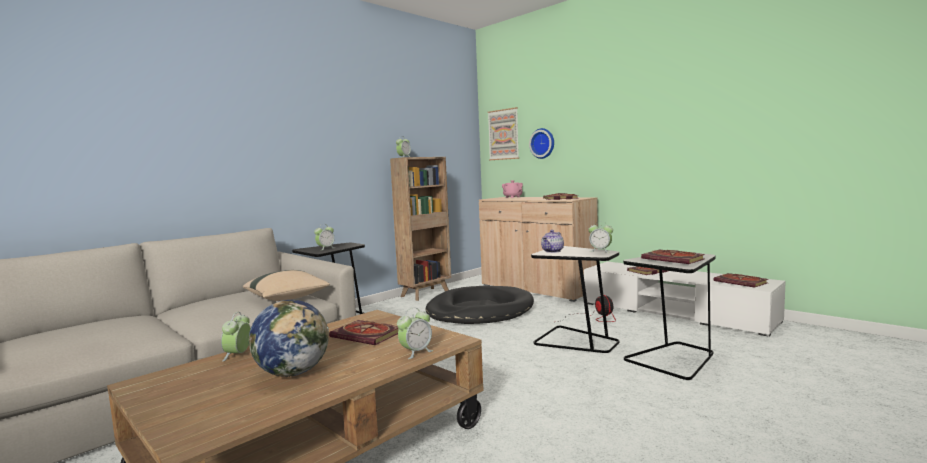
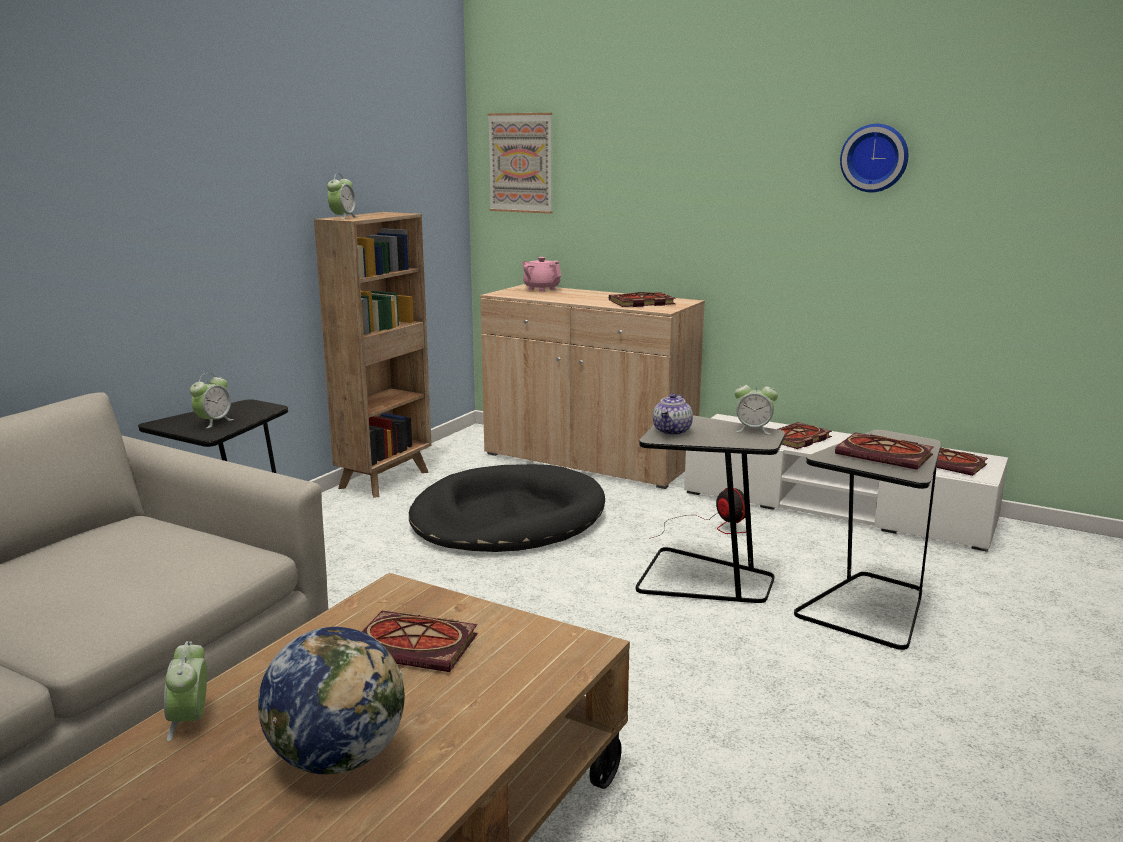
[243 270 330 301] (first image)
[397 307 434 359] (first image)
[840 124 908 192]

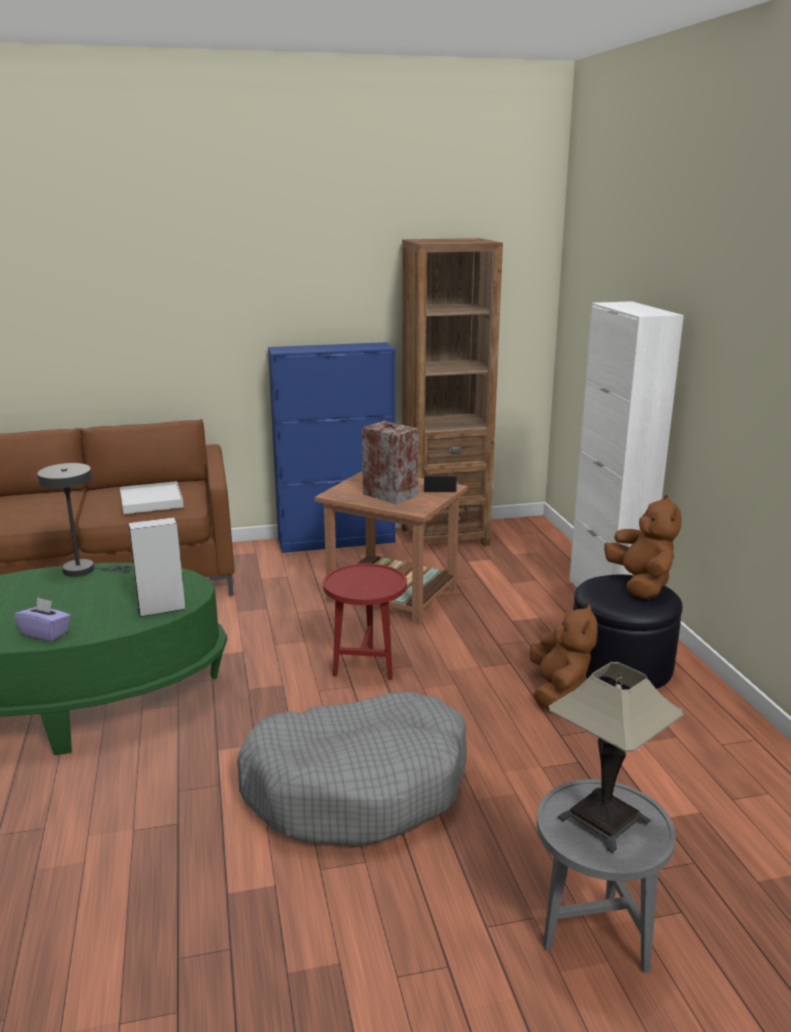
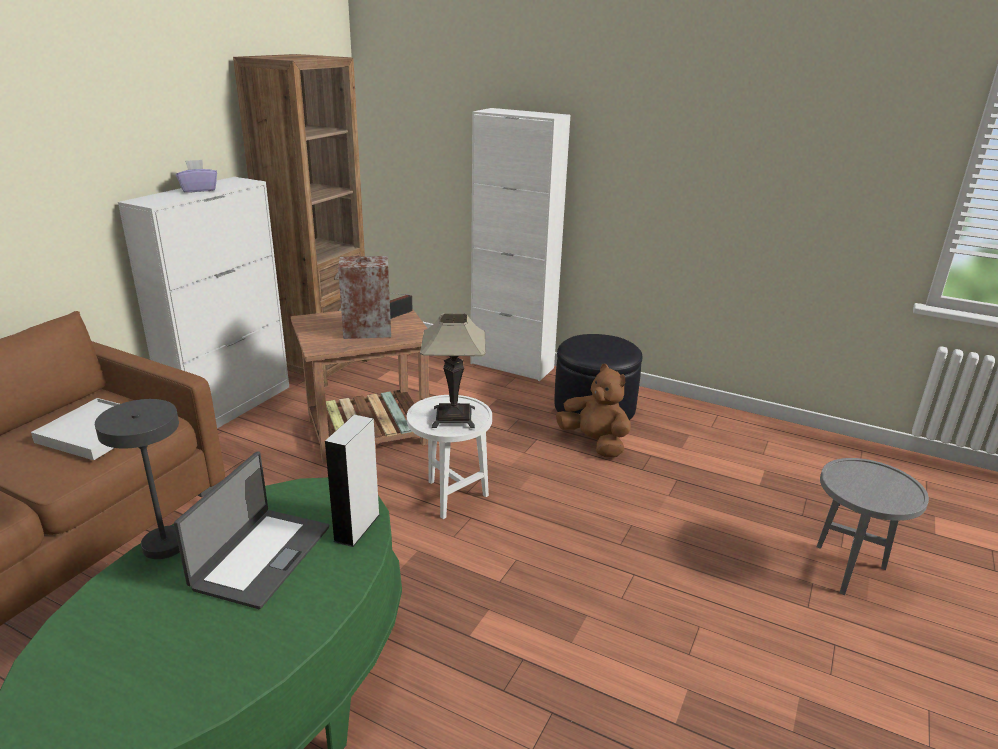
[176 160 217 193]
[237 692 467 847] (first image)
[118 177 289 428]
[407 395 492 519]
[420 313 486 428]
[604 495 681 600] (first image)
[174 451 329 609]

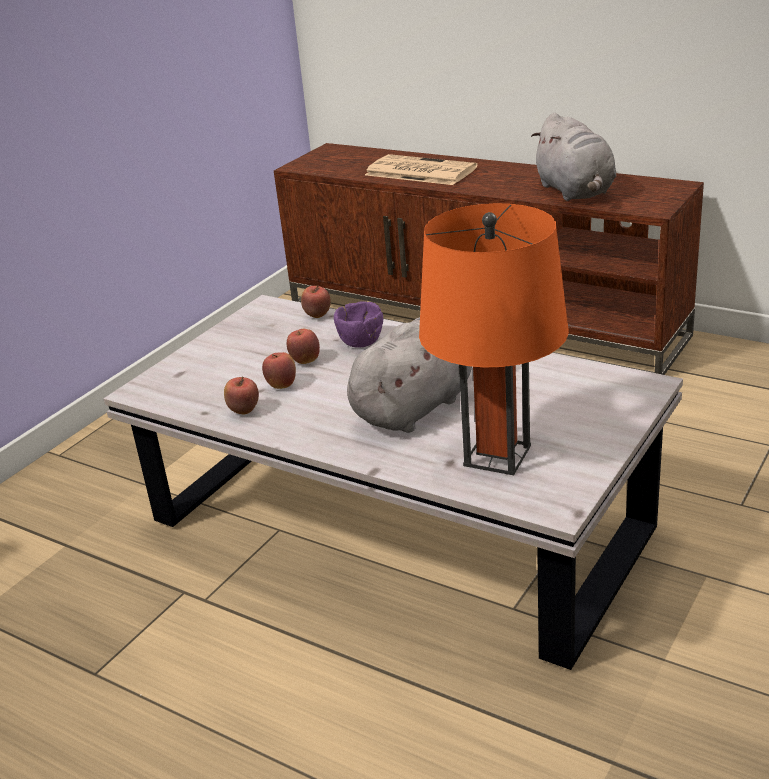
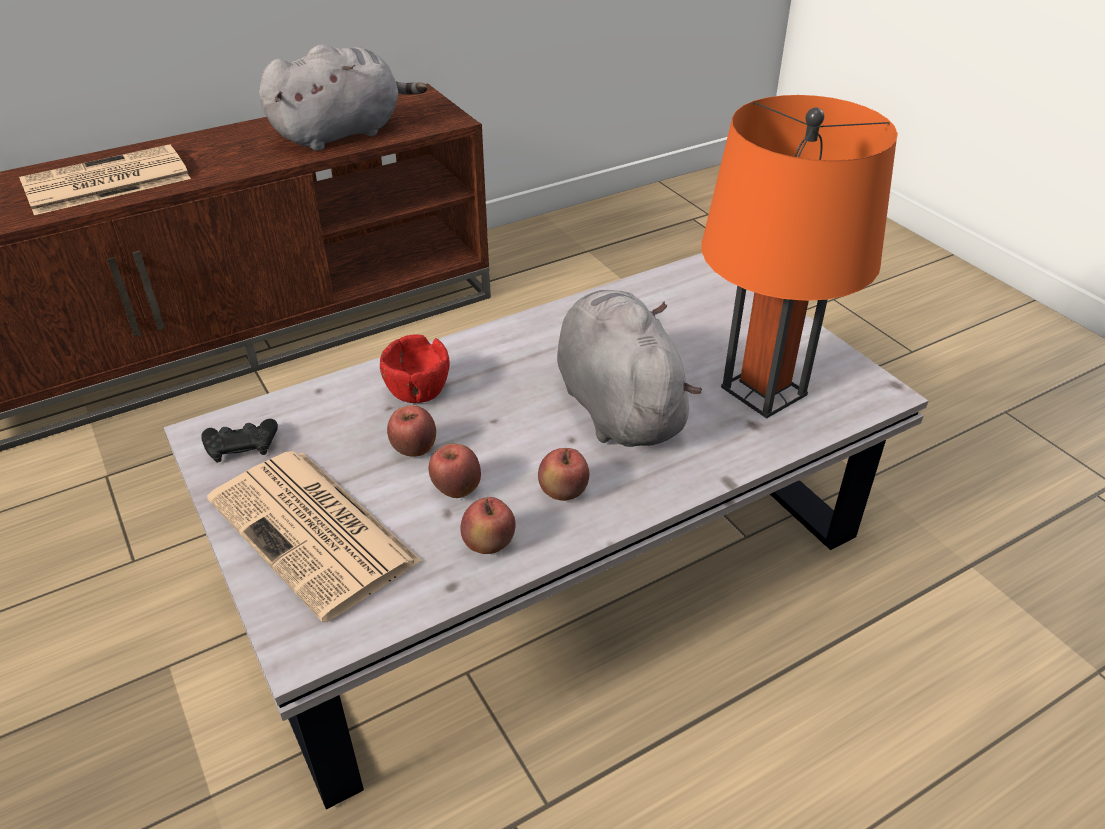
[538 448 589 501]
[380 334 450 403]
[259 45 427 151]
[201 419 278 463]
[207 451 422 622]

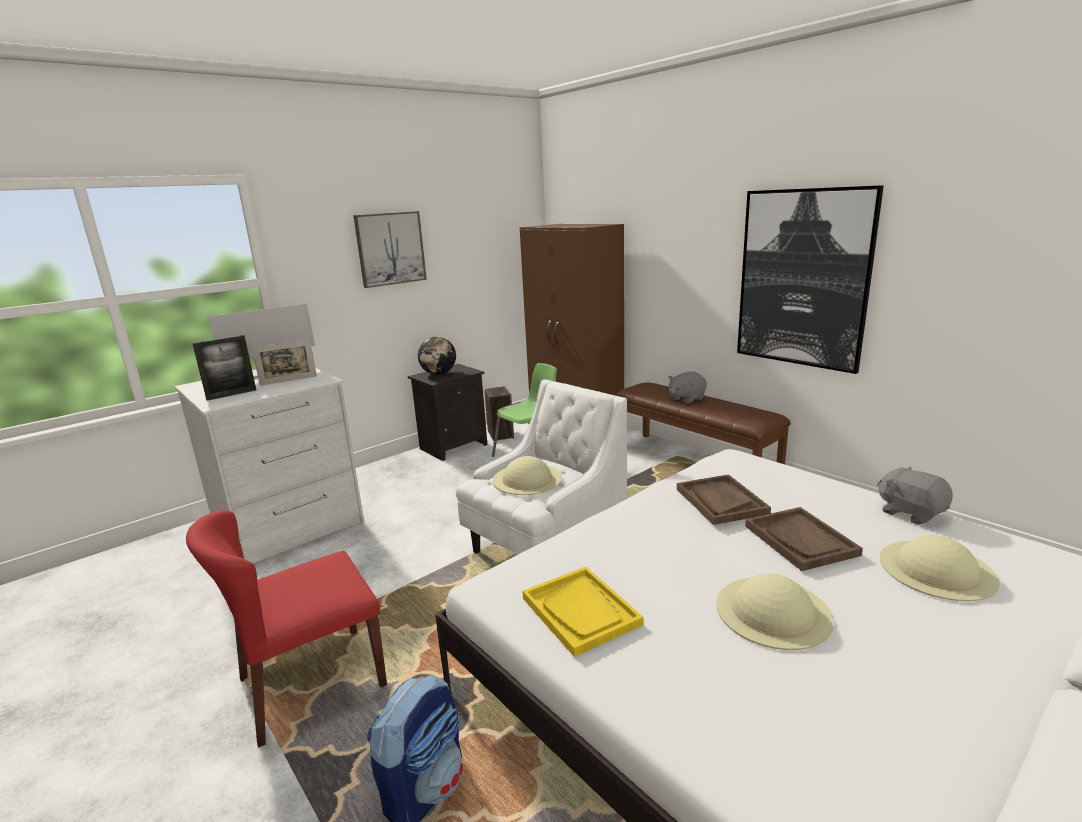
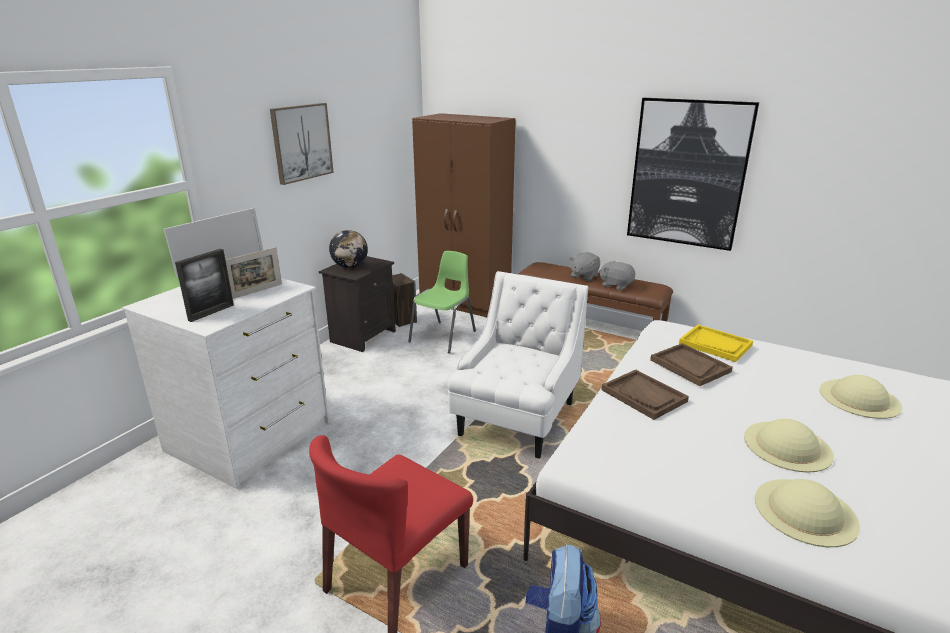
[755 479 860 547]
[679 325 753 362]
[602 369 689 420]
[599 261 635 290]

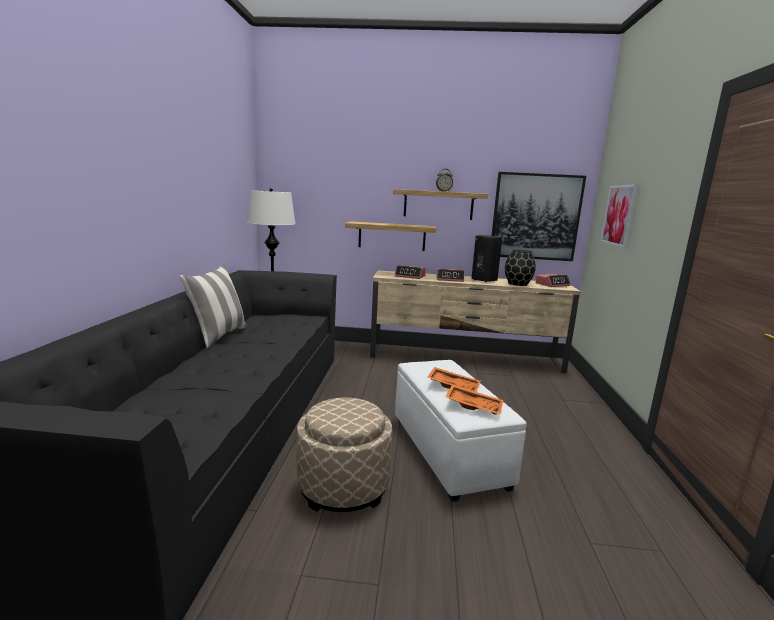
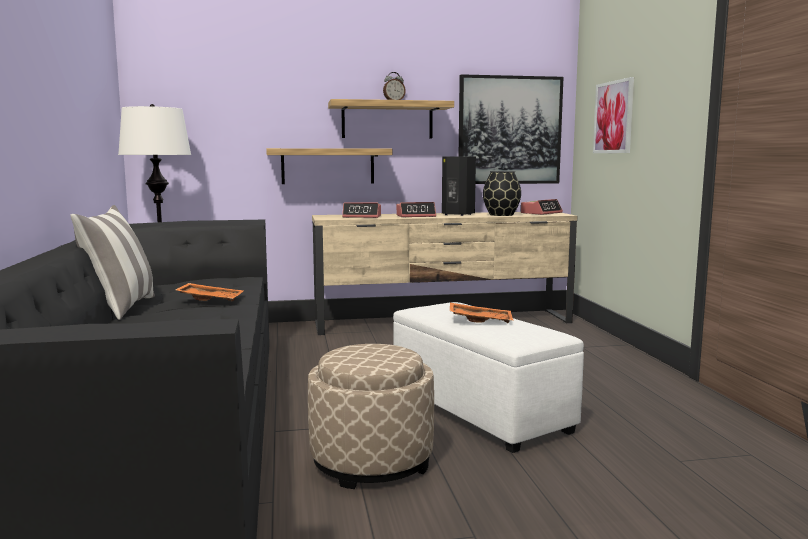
[176 283 244 301]

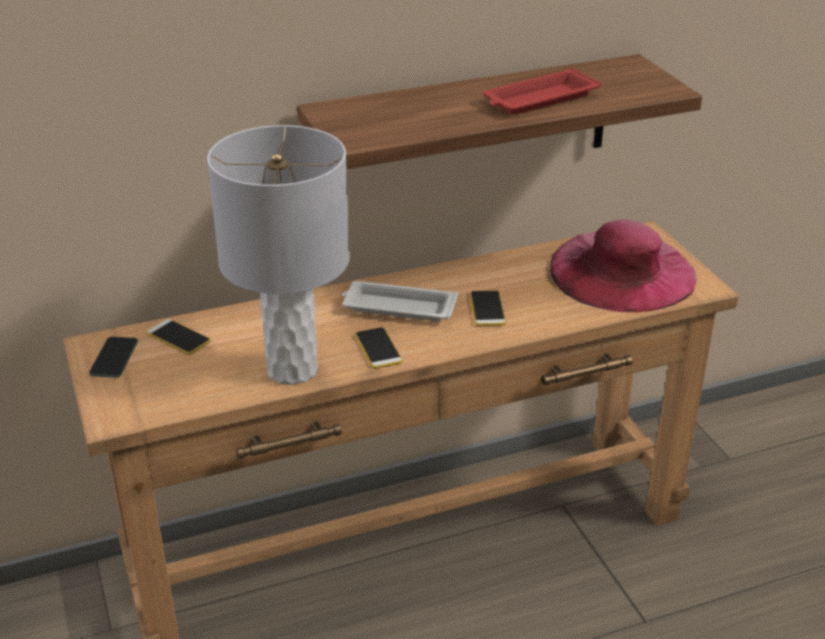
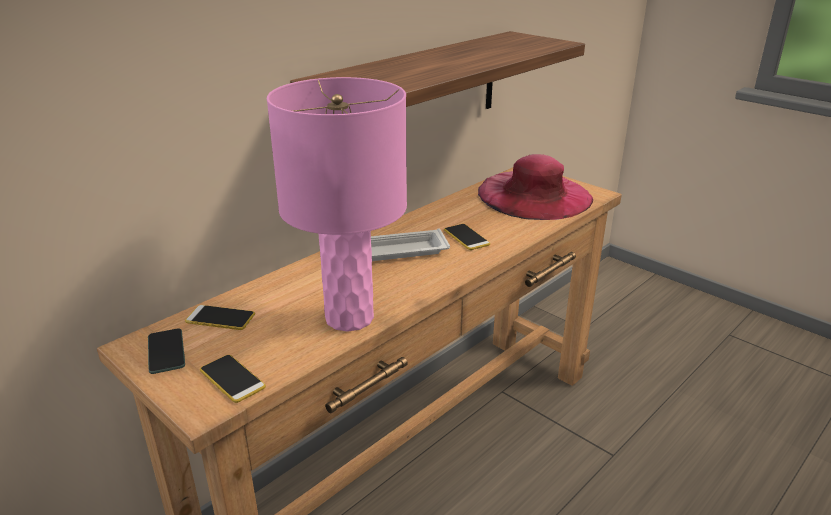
[267 77 407 332]
[200 355 266 403]
[483 68 602 114] (first image)

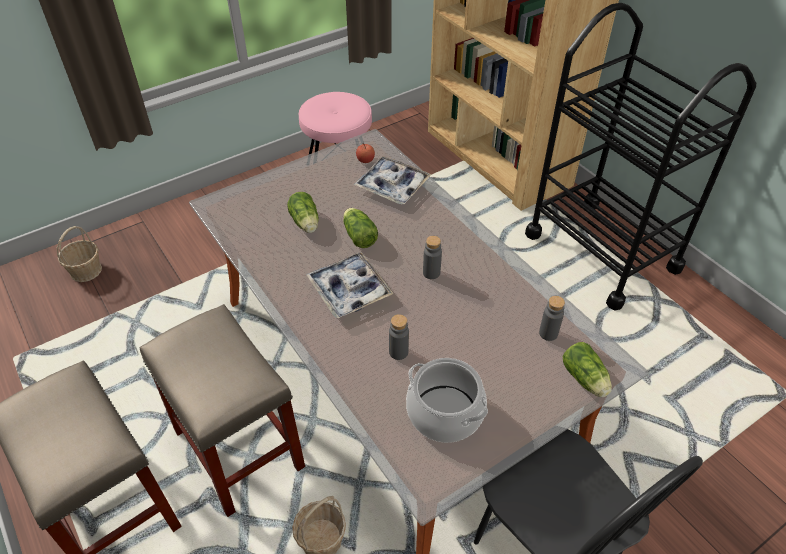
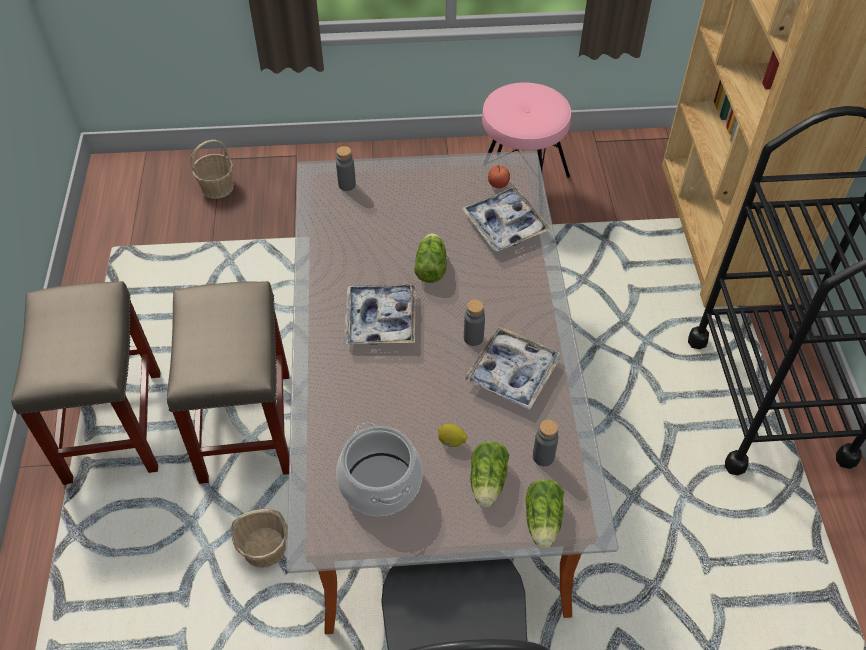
[471 441 509 507]
[336 146 356 191]
[438 423 467 447]
[463 326 561 410]

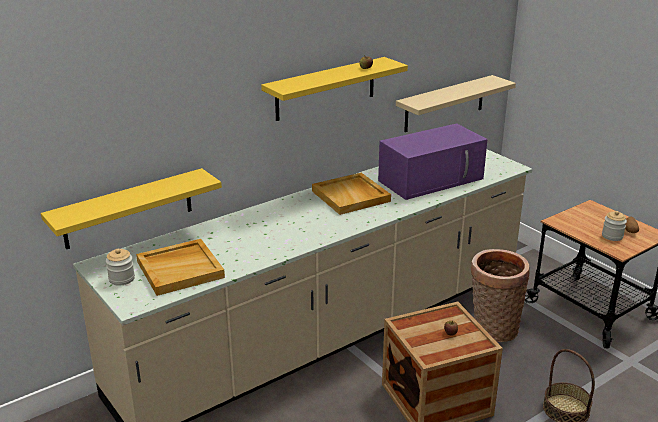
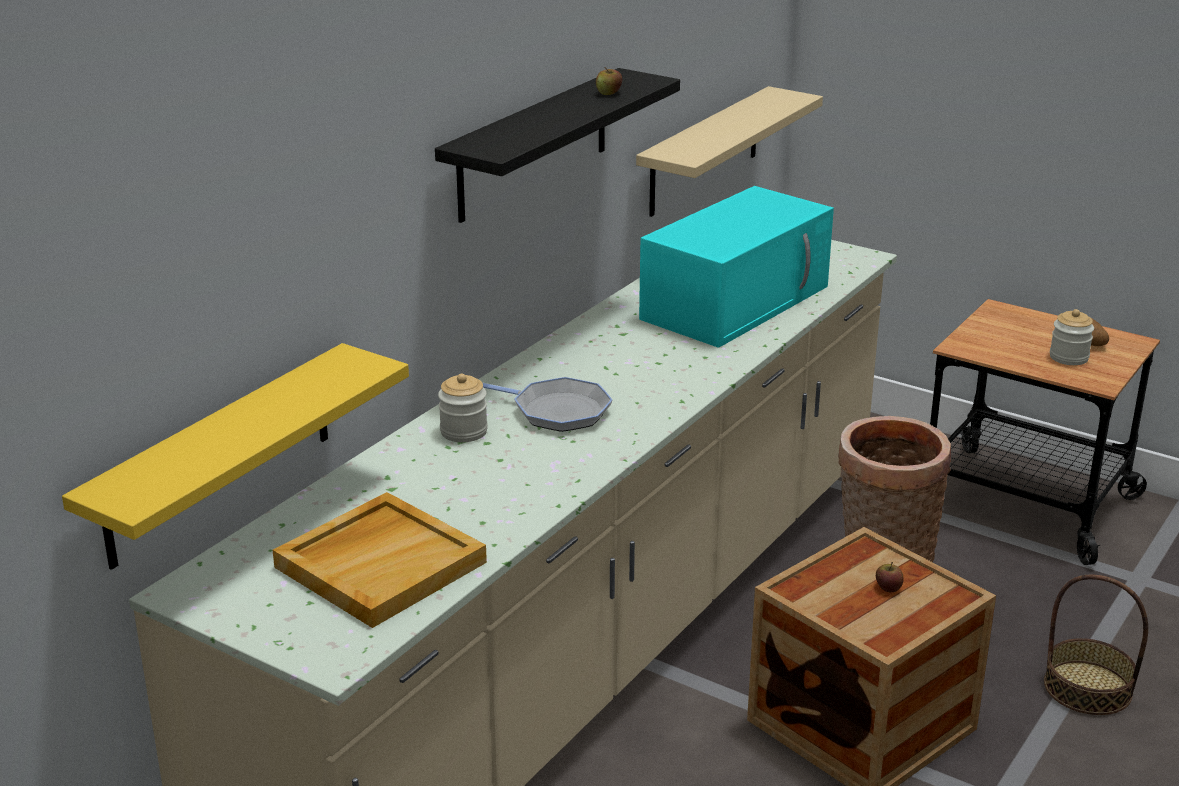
[438 374 488 442]
[435 68 680 223]
[312 173 391 215] (first image)
[639 186 834 348]
[483 377 612 432]

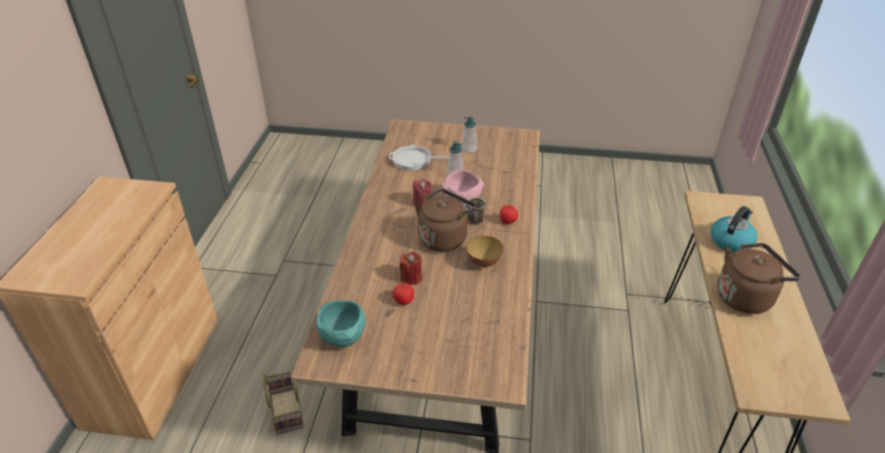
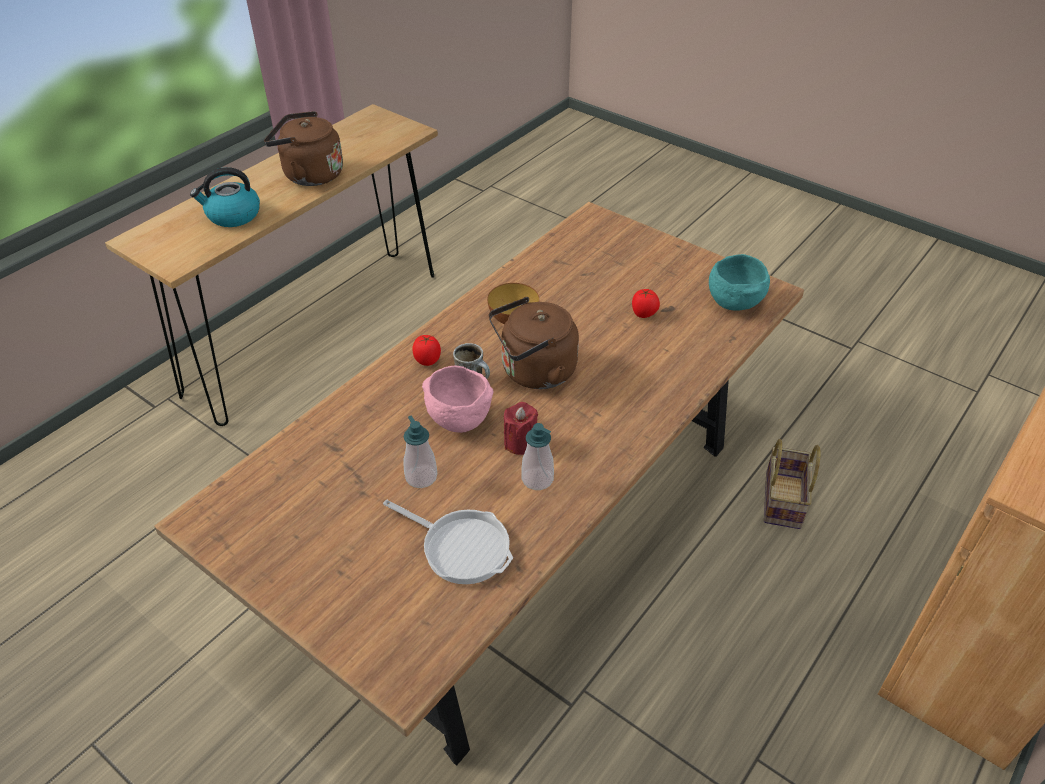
[400 251 422 285] (first image)
[522 423 554 490]

